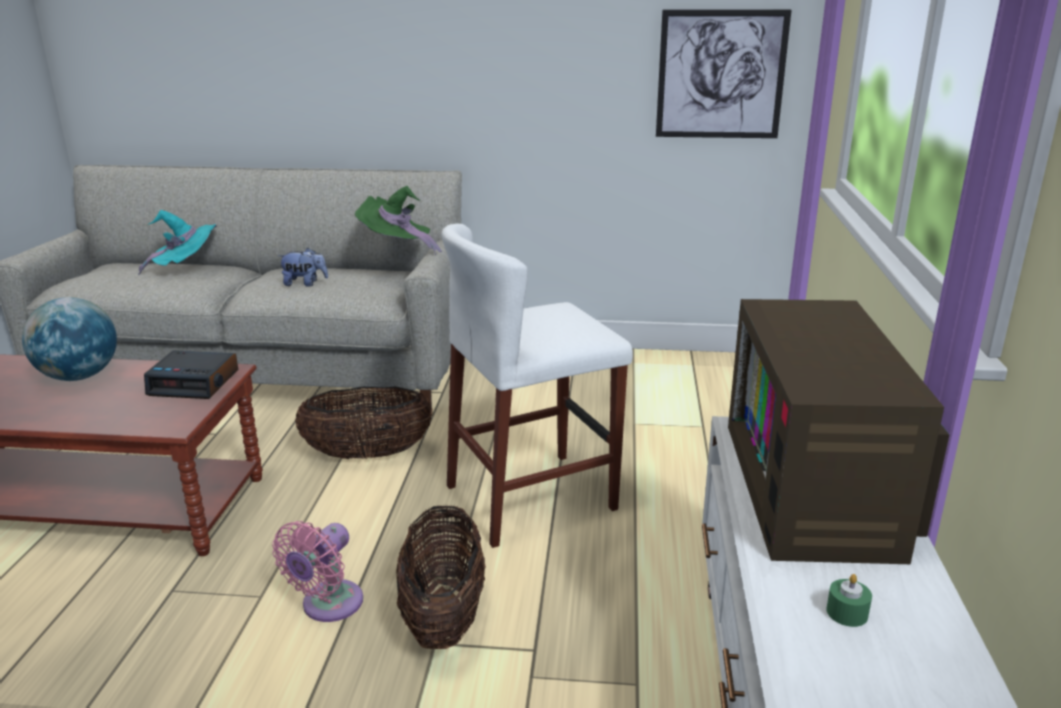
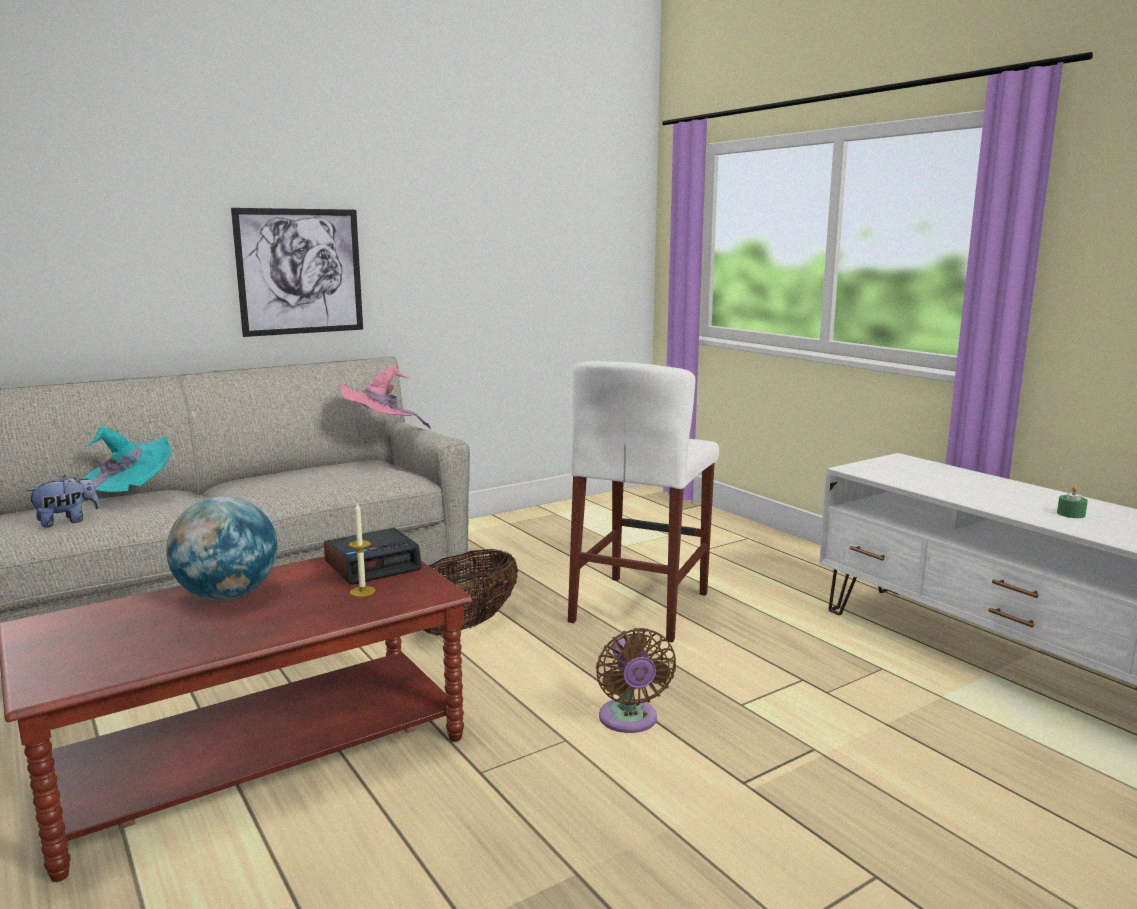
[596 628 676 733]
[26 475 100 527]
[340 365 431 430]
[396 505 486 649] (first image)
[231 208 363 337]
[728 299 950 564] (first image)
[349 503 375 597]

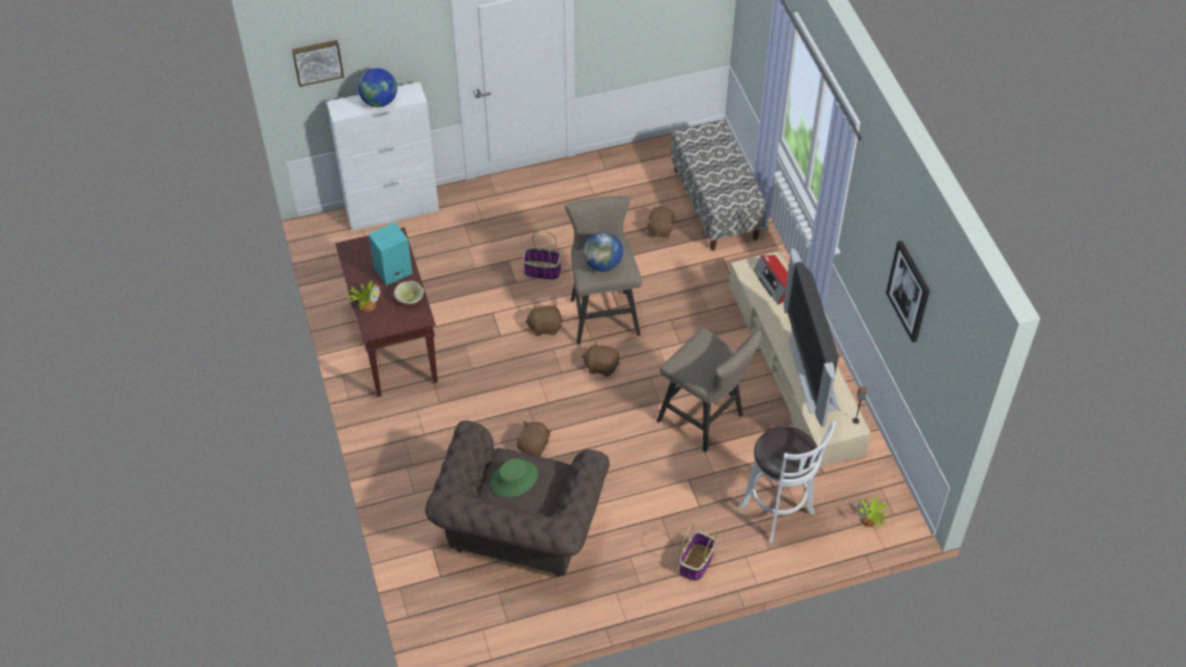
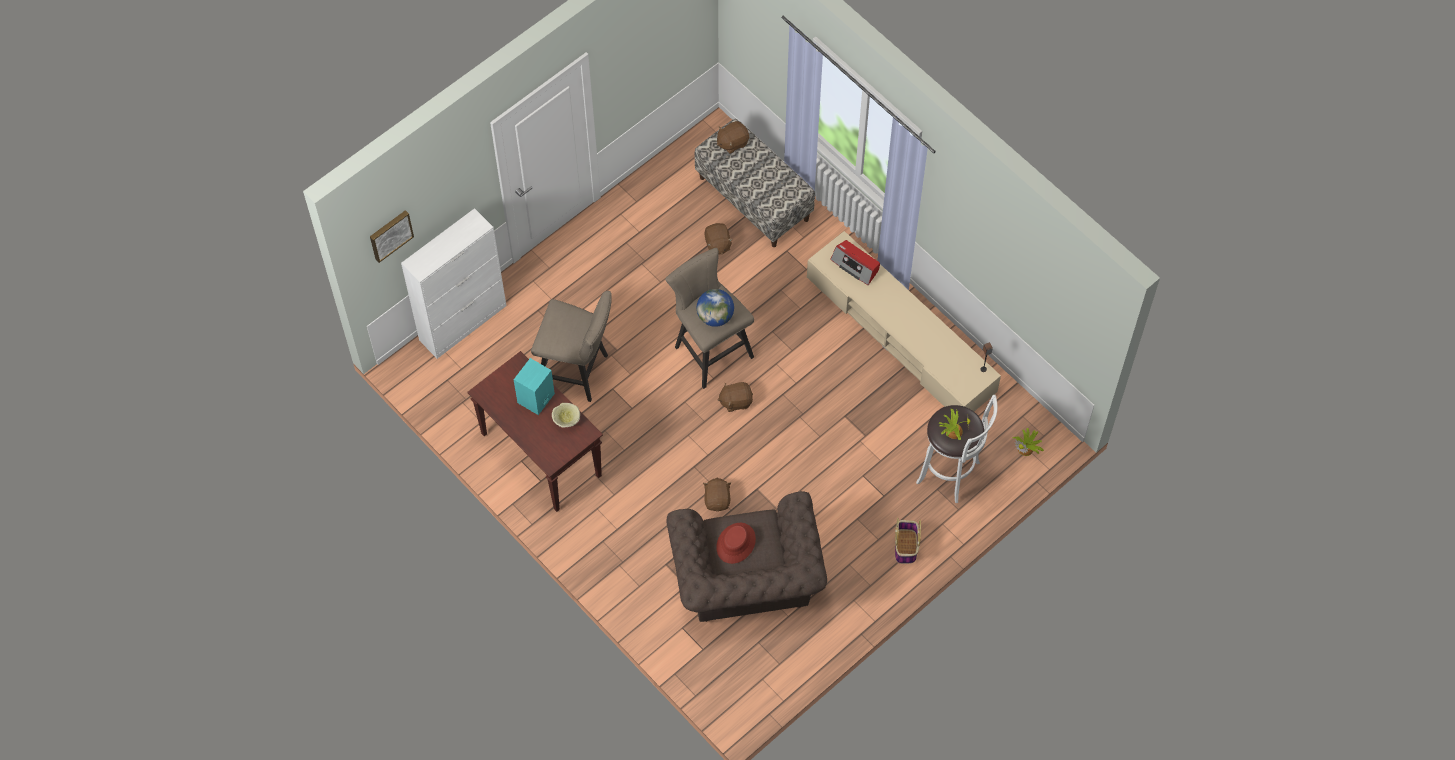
[939 409 970 440]
[358 68 397 107] (first image)
[716 523 756 564]
[523 231 562 280] (first image)
[717 121 749 154]
[531 291 612 402]
[784 248 839 427] (first image)
[886 241 930 342] (first image)

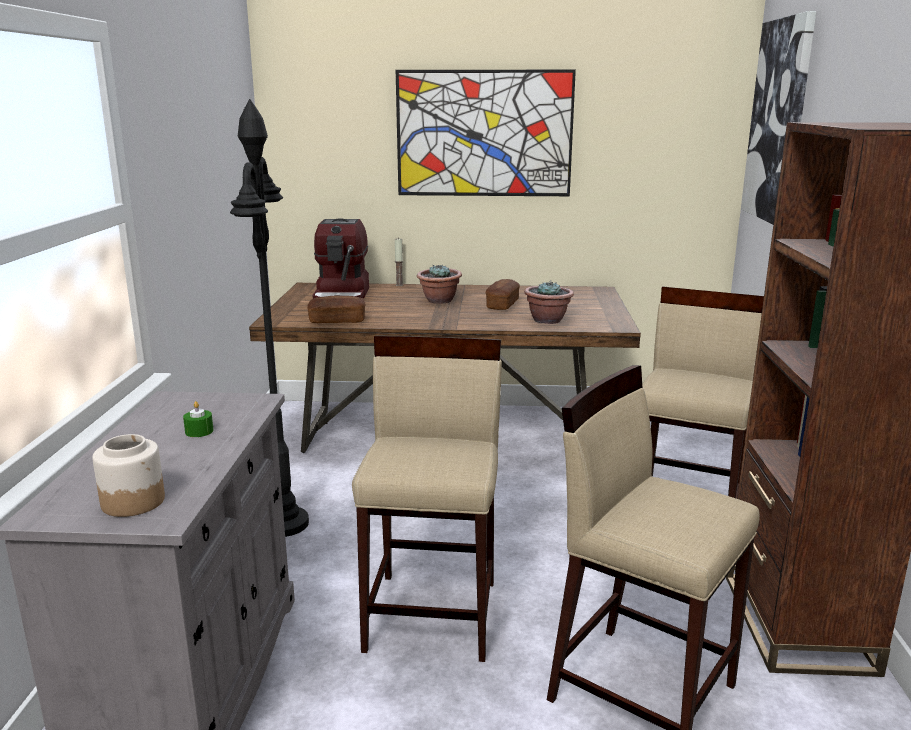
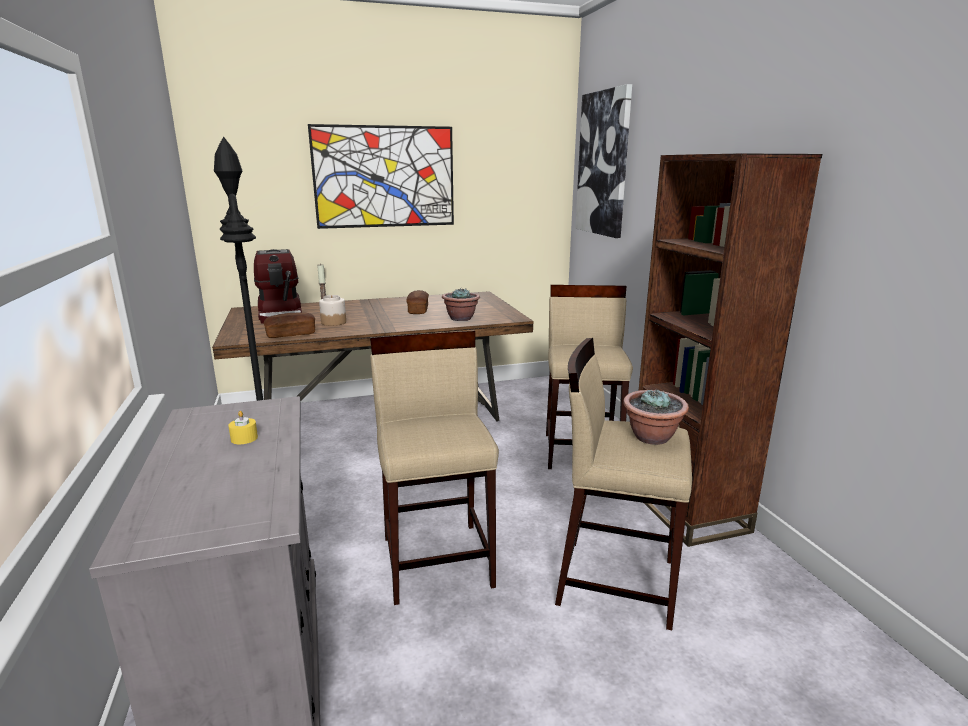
[319 295 346 326]
[228 411 258 444]
[623 389 689 445]

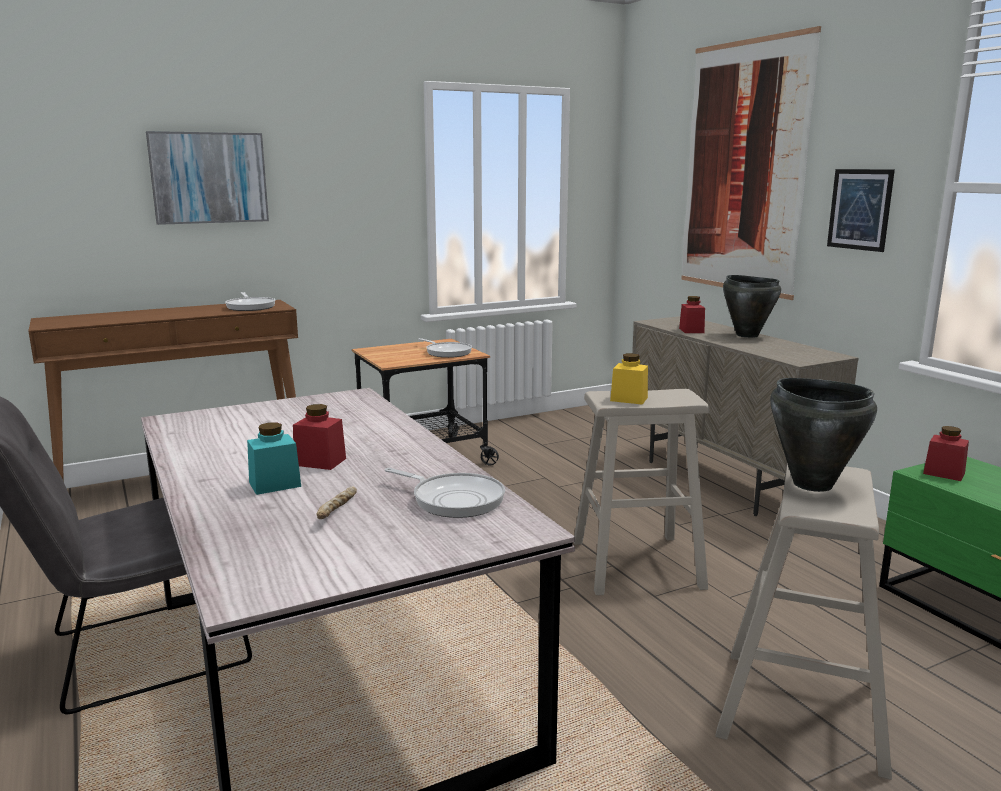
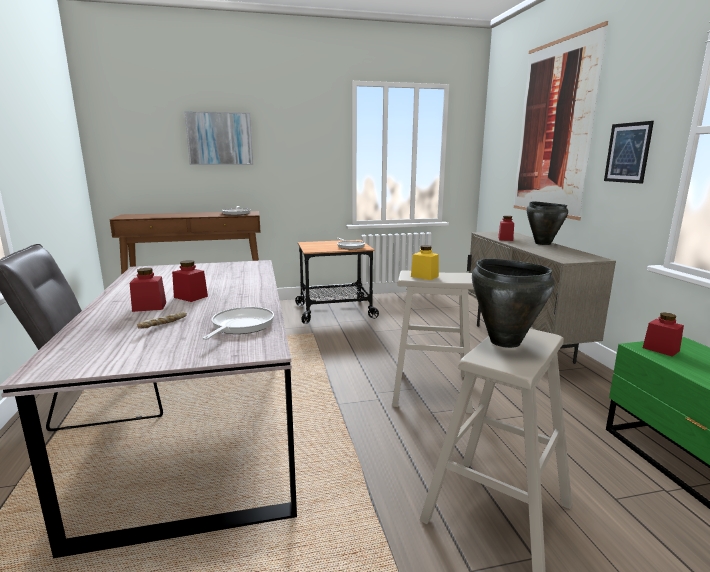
[130 268 166 312]
[203 307 274 340]

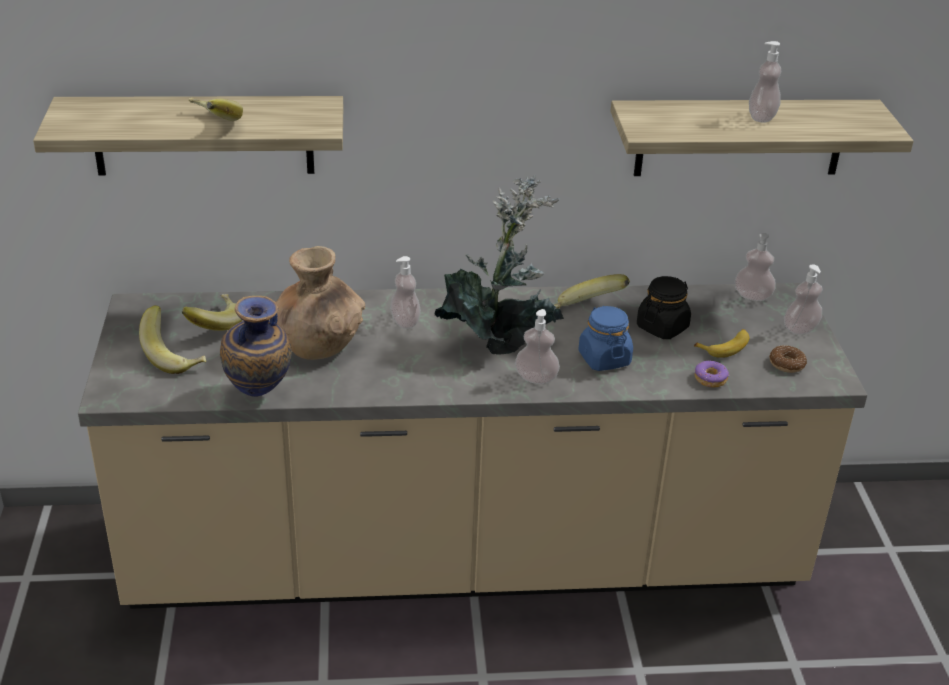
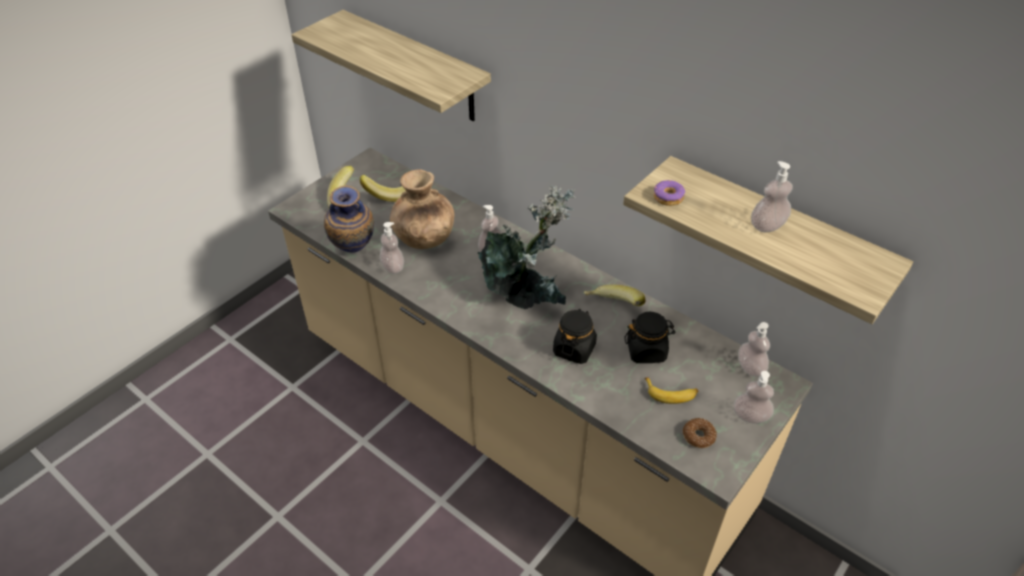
[189 98 243 121] (first image)
[380 222 404 274]
[553 309 597 364]
[654 180 685 206]

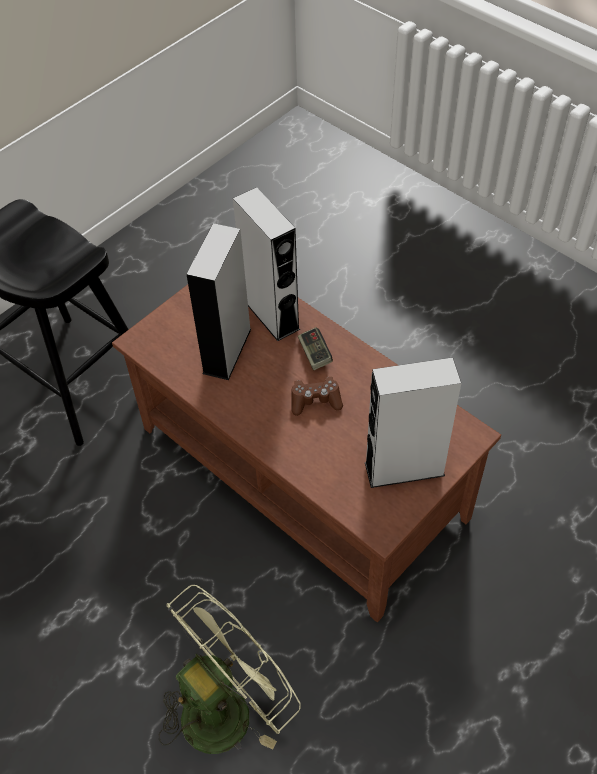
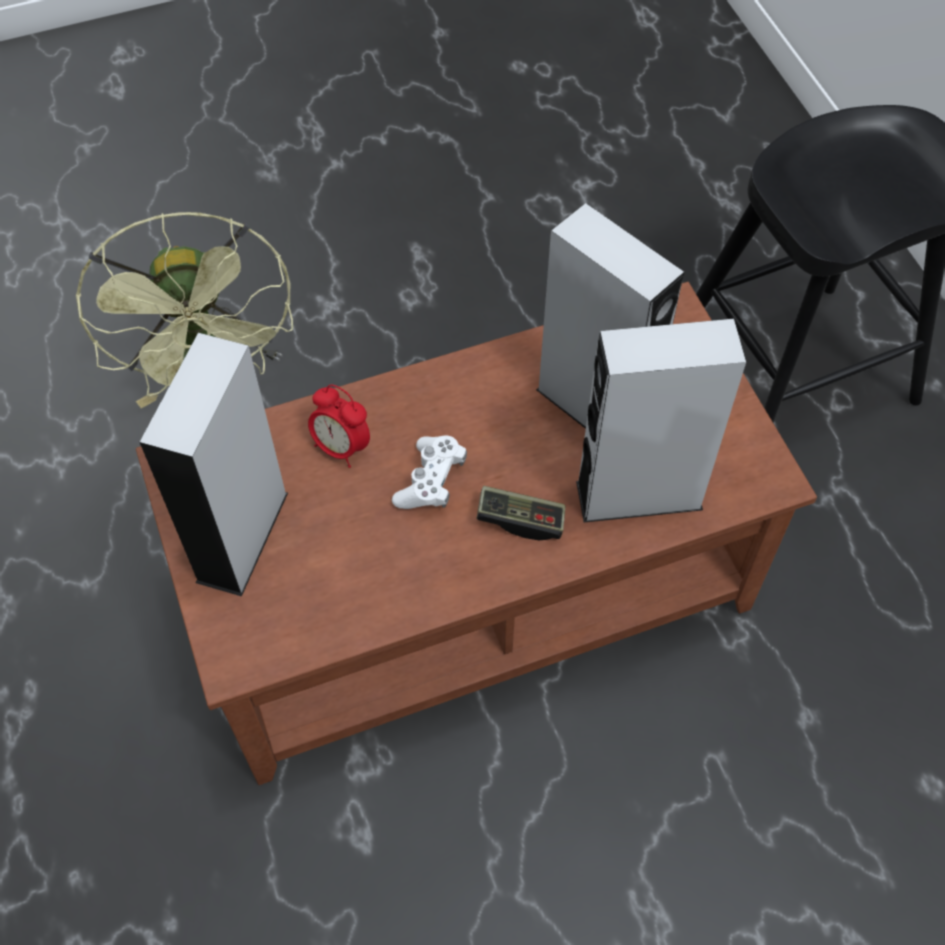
[392 435 467 509]
[308 385 370 468]

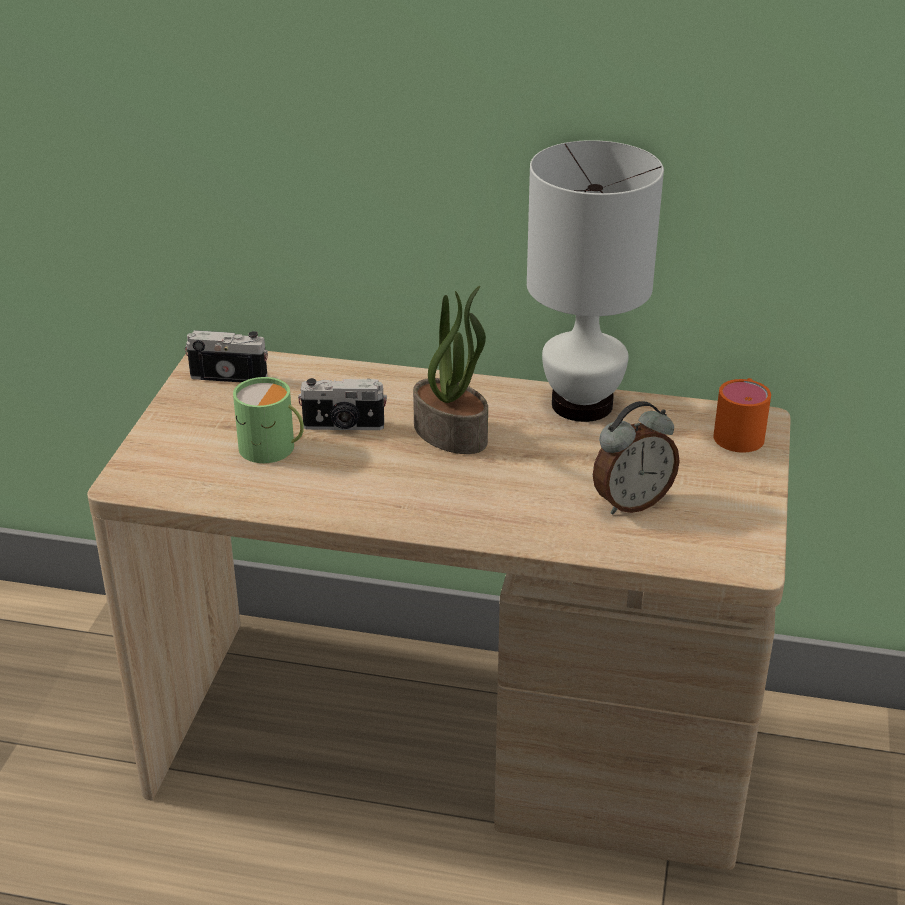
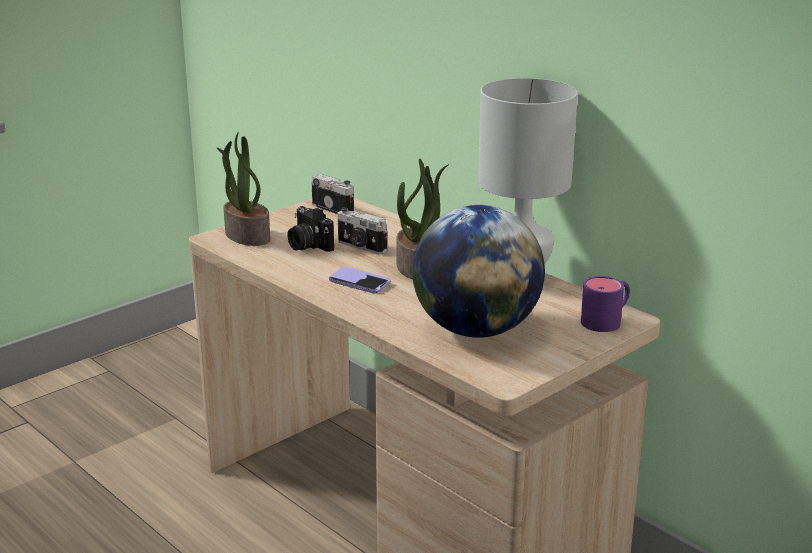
[287 206 334 252]
[412 205 545 338]
[581 276 630 332]
[217 132 270 246]
[329 267 391 294]

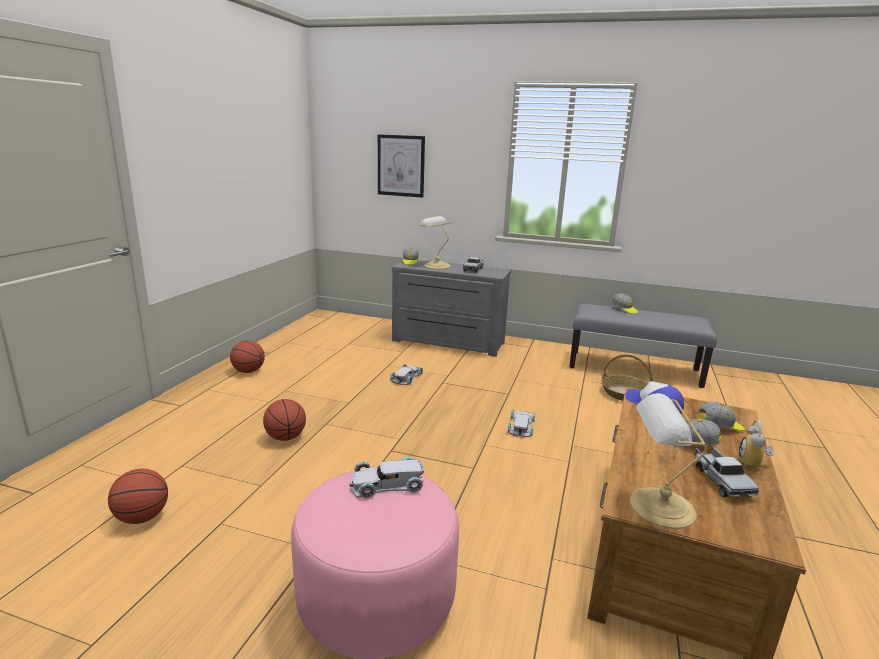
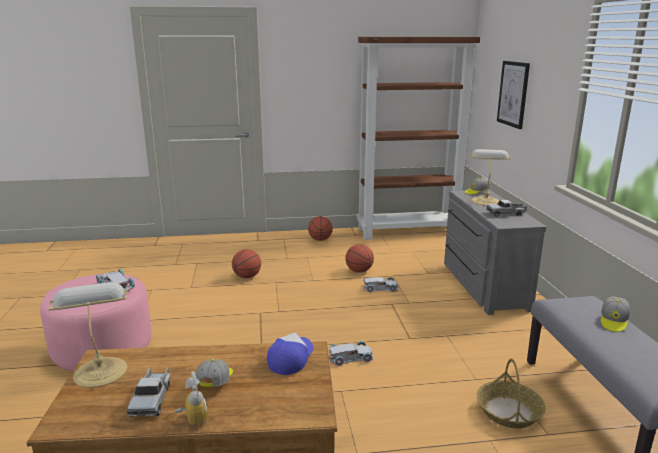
[345 244 374 273]
[127 367 170 418]
[697 402 745 431] (first image)
[175 371 208 426]
[357 37 480 240]

